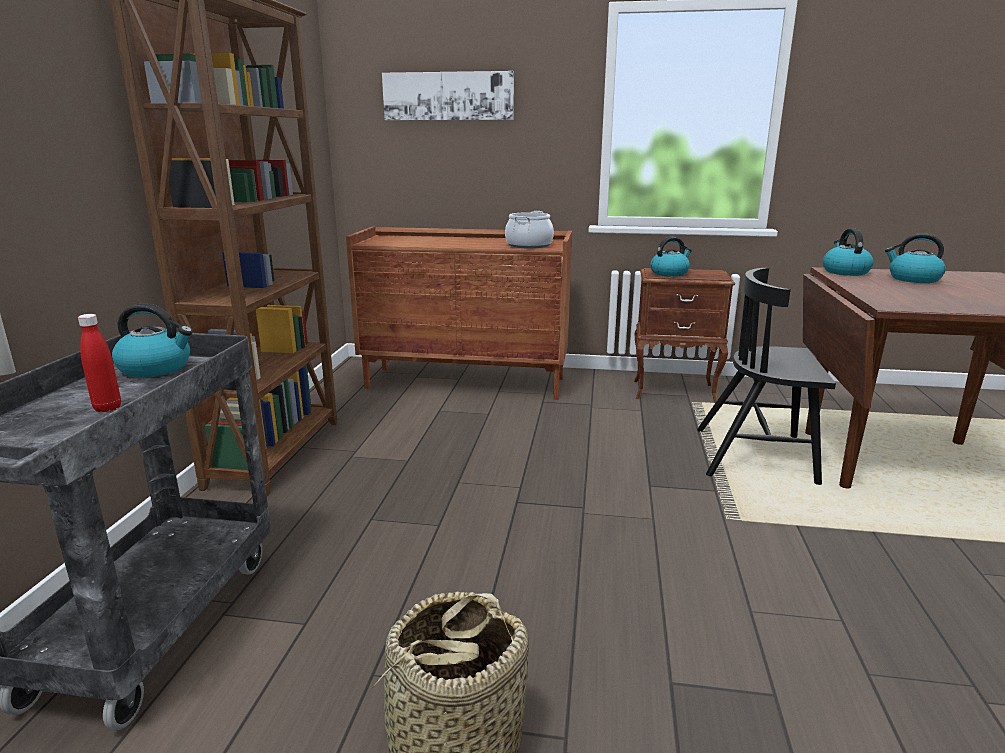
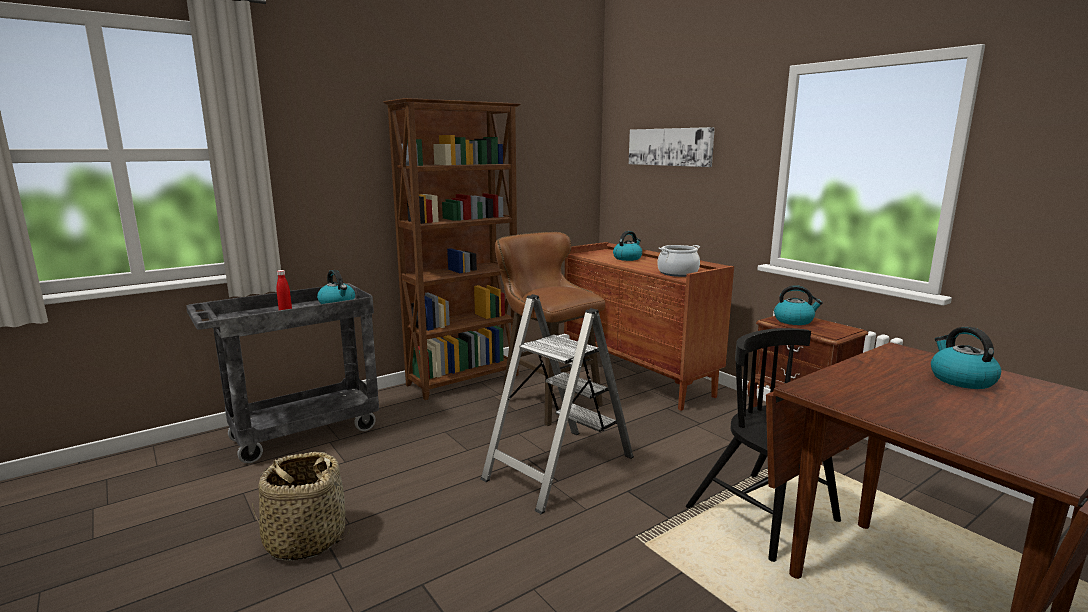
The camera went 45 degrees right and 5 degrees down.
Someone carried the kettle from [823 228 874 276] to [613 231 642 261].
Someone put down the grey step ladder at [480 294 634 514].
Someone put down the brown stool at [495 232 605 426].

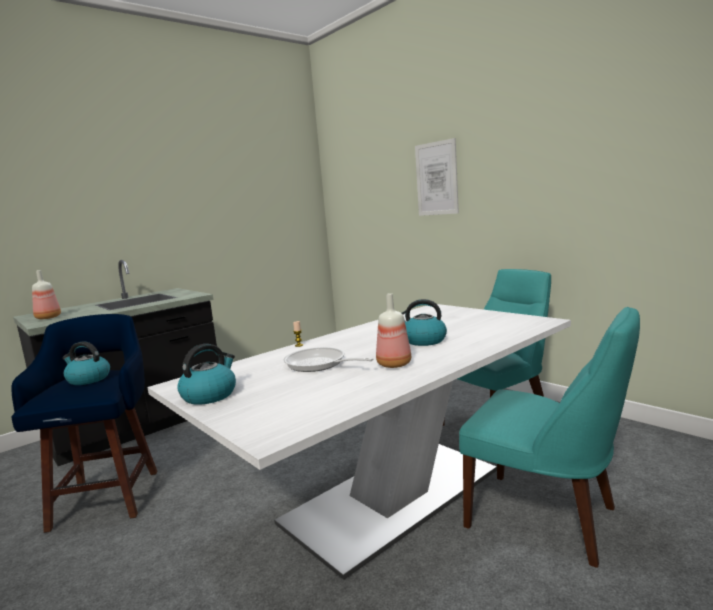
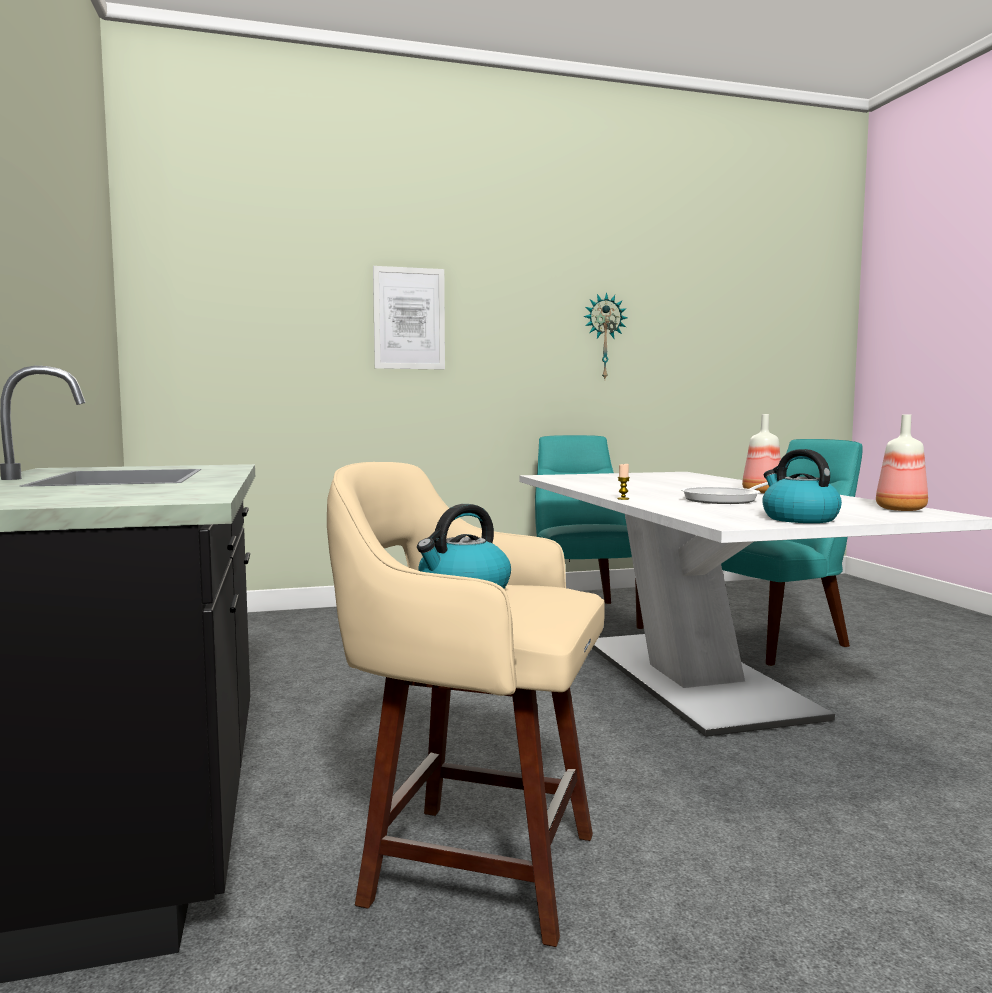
The camera went 65 degrees left and 5 degrees down.
Someone repainted the blue stool at [11 314 157 533], which became the beige stool at [327 462 605 947].
Someone carried the bottle from [32 270 61 319] to [876 415 928 511].
Someone took away the kettle at [402 299 447 346].
Someone put up the wall clock at [583 292 627 379].

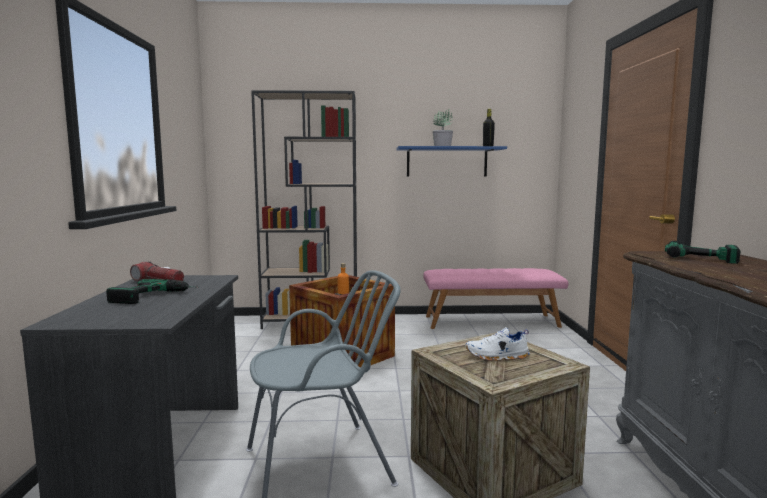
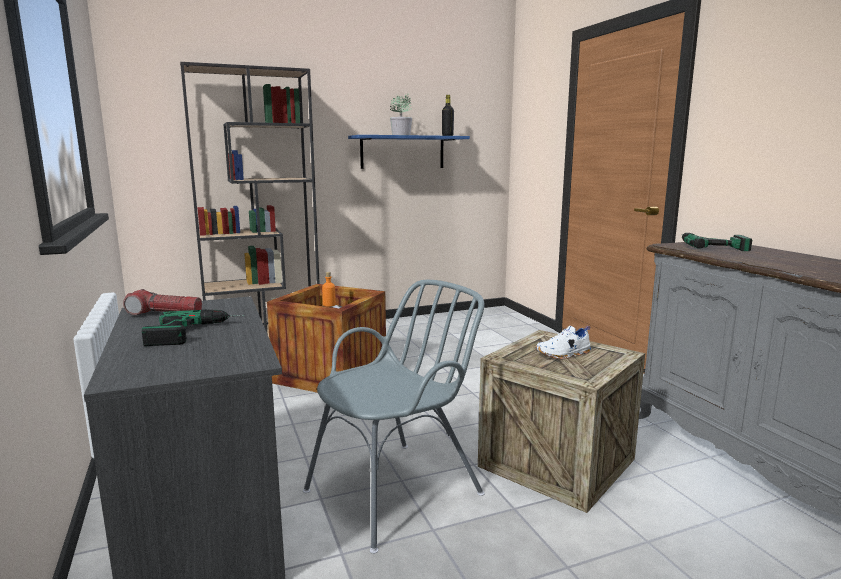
The camera went 20 degrees left and 5 degrees up.
Someone took away the pink bench at [423 268 568 329].

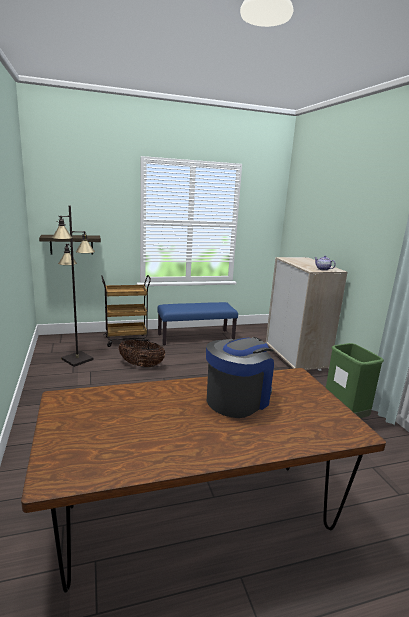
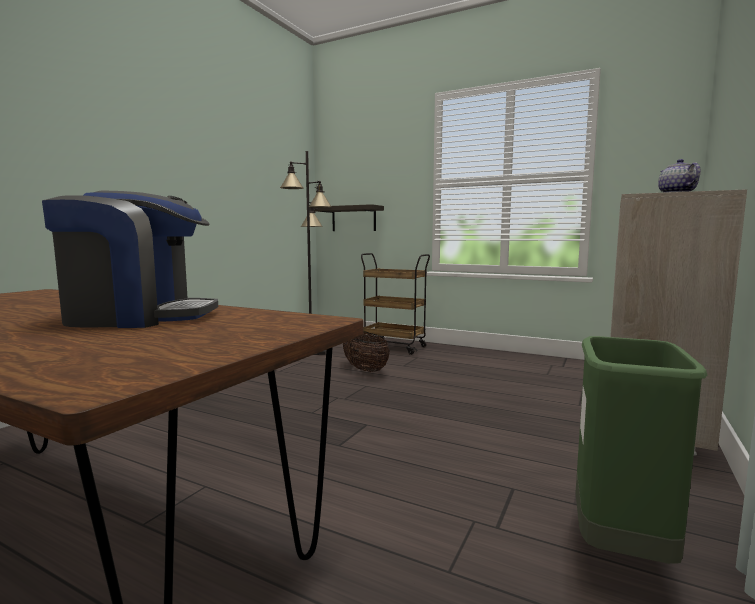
The camera went 45 degrees right and 10 degrees down.
Someone took away the blue bench at [157 302 238 345].

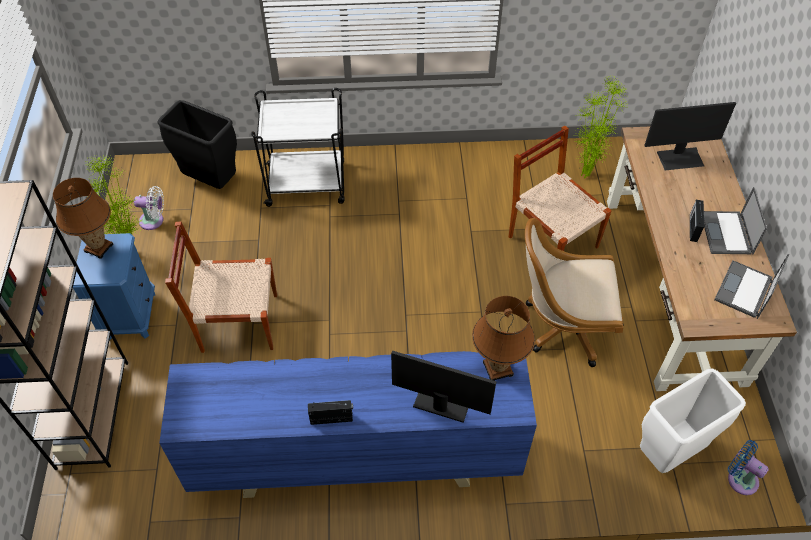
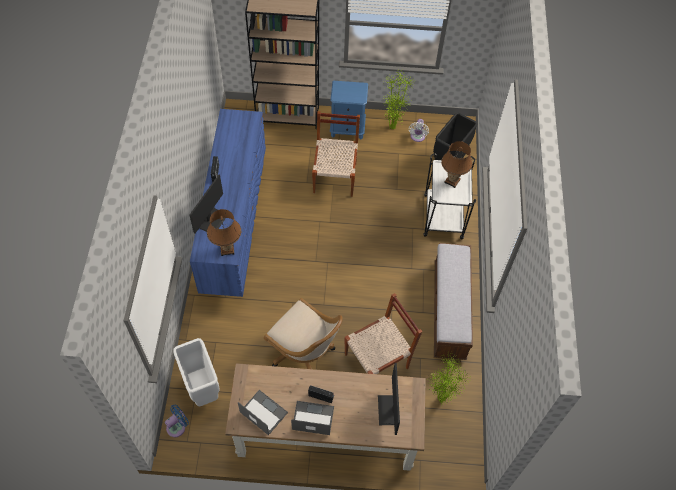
The camera went 95 degrees right and 5 degrees up.
Someone carried the brown table lamp from [53 178 114 259] to [441 141 472 188].
Someone rotated the office chair at [525 218 624 367] by 120 degrees clockwise.
Someone put down the bench at [434 243 473 360].

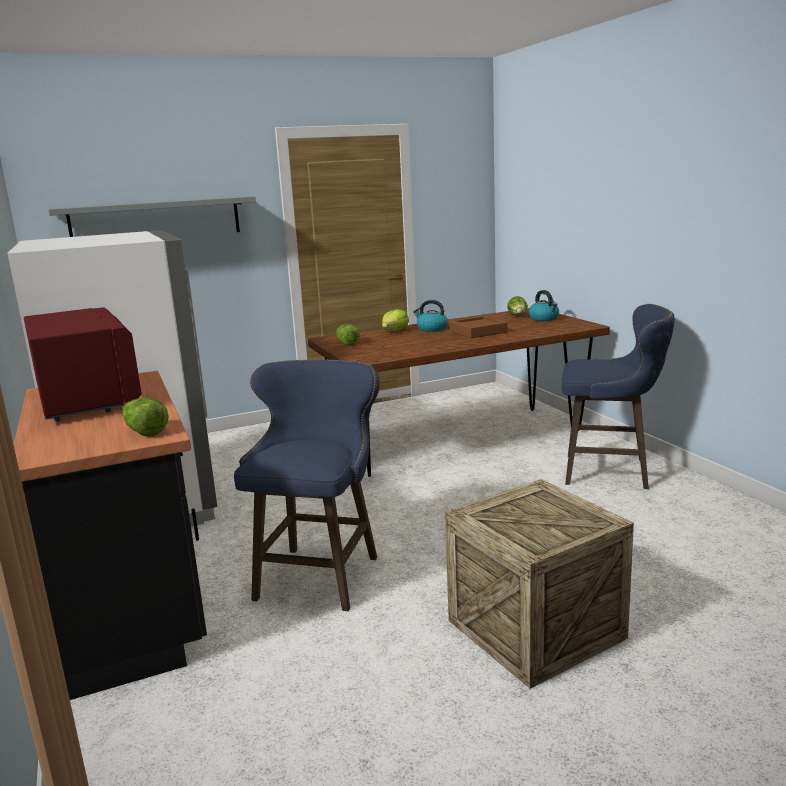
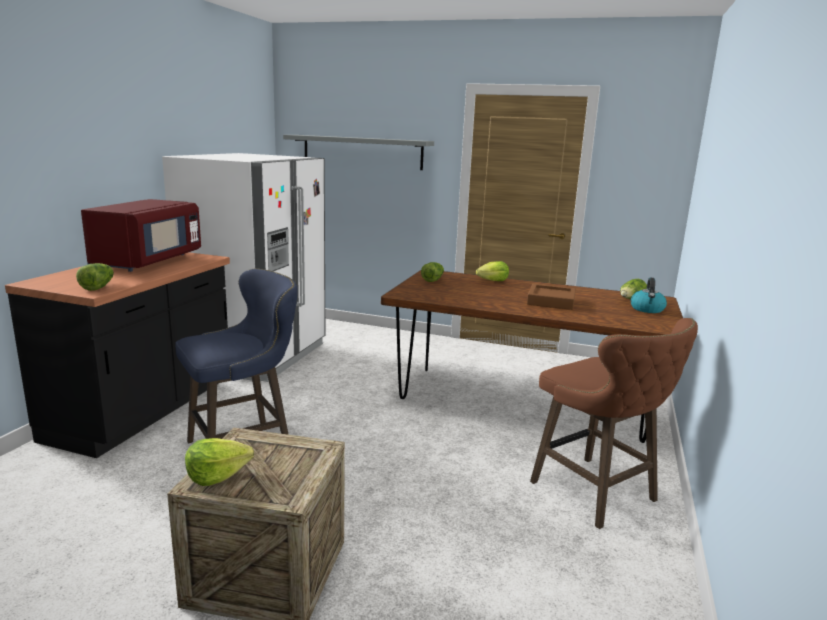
The camera went 40 degrees right and 0 degrees up.
Someone took away the kettle at [413 300 448 332].
Someone repainted the blue stool at [562 304 675 489], which became the brown stool at [530 318 698 529].
Someone put down the lettuce at [185 438 254 486].

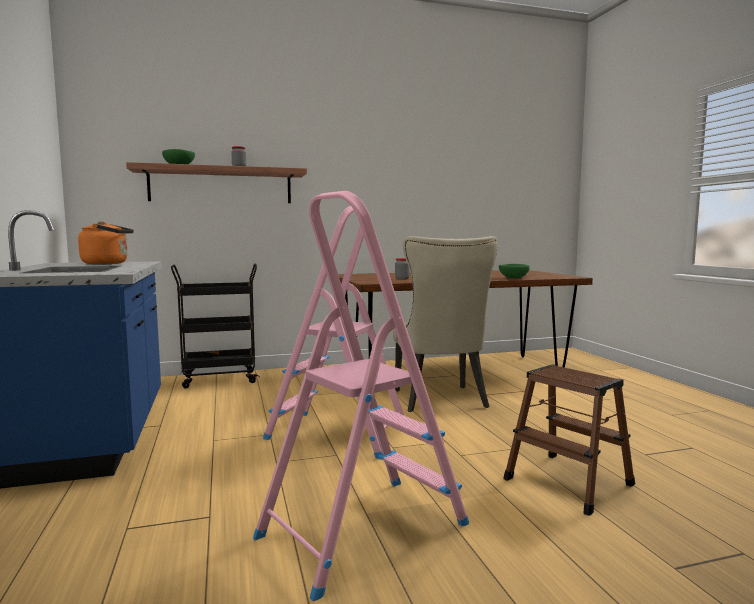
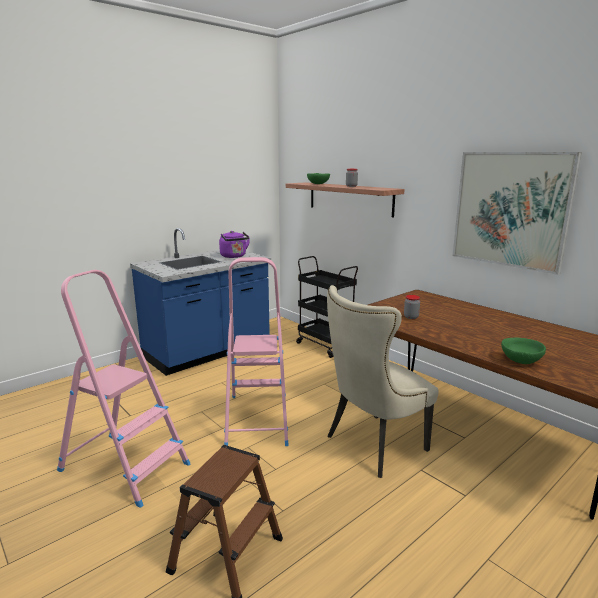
The camera went 65 degrees right and 10 degrees up.
Someone repainted the orange kettle at [78 221 134 264], which became the purple kettle at [219 231 250 258].
Someone put up the picture at [453 152 582 275].

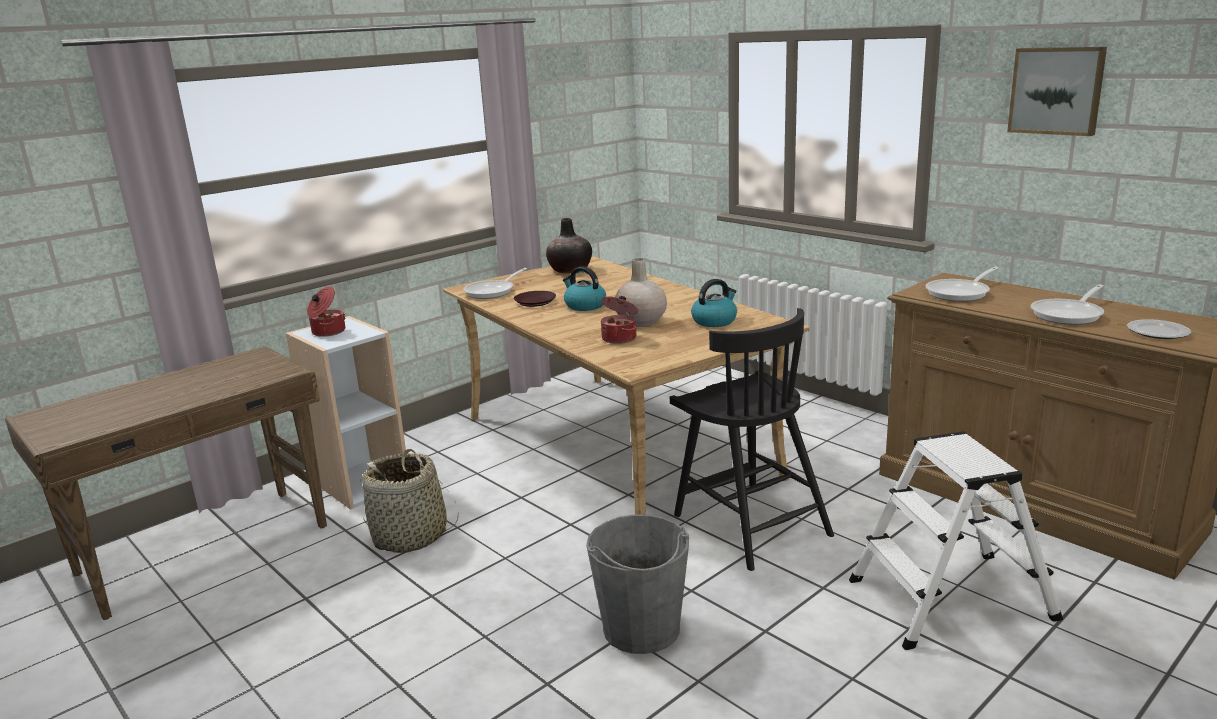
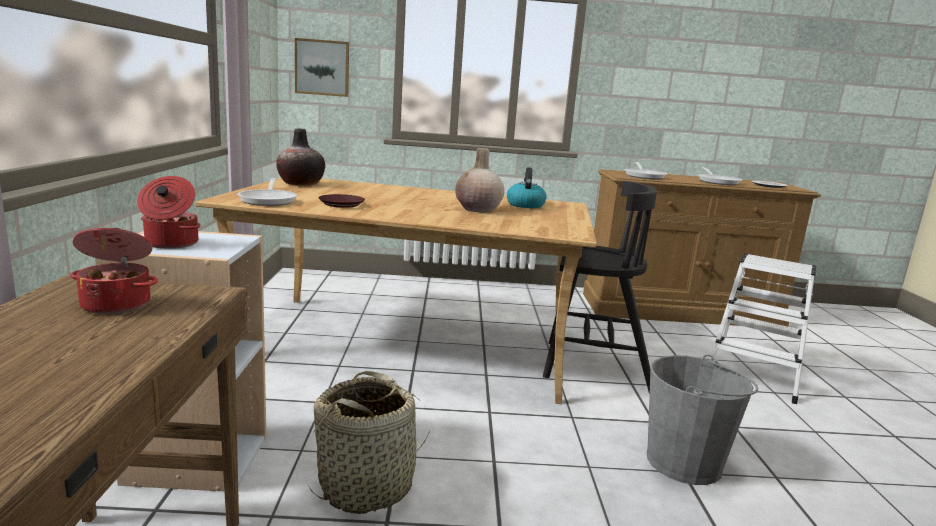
The camera went 50 degrees left and 5 degrees down.
Someone took away the kettle at [563 266 606 311].
Someone carried the cooking pot from [601 296 638 344] to [70 228 158 314].
Someone carried the picture from [1007 47 1107 136] to [295 38 349 97].

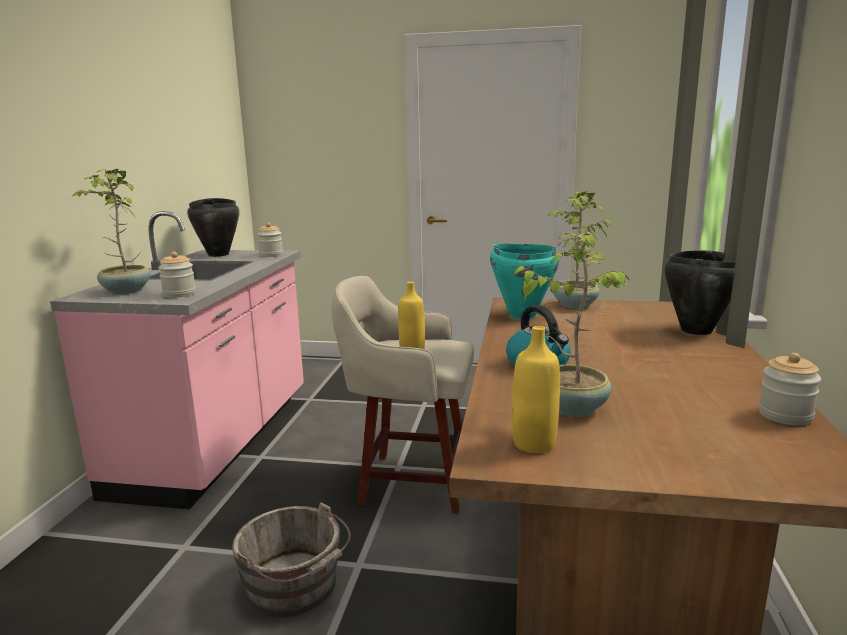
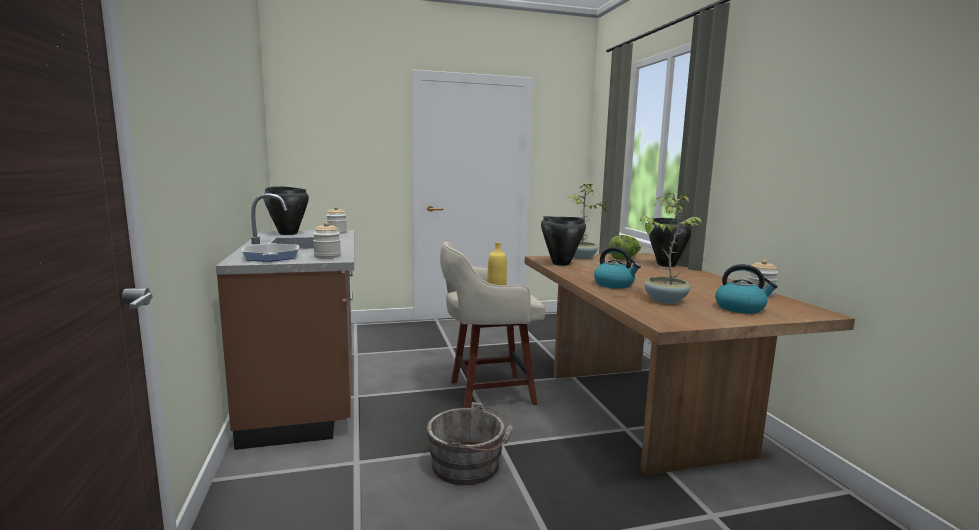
The camera went 25 degrees left and 5 degrees down.
Someone repainted the pink counter at [50 211 304 509], which became the brown counter at [216 193 354 450].
Someone swapped the potted plant at [73 169 150 294] for the frying pan at [241 243 299 262].
Someone repainted the turquoise cooking pot at [490 244 559 319], which became the black cooking pot at [541 216 586 266].
Someone took away the yellow bottle at [512 326 560 453].
Someone put down the lettuce at [609 235 641 260].
Someone put down the kettle at [715 264 778 314].

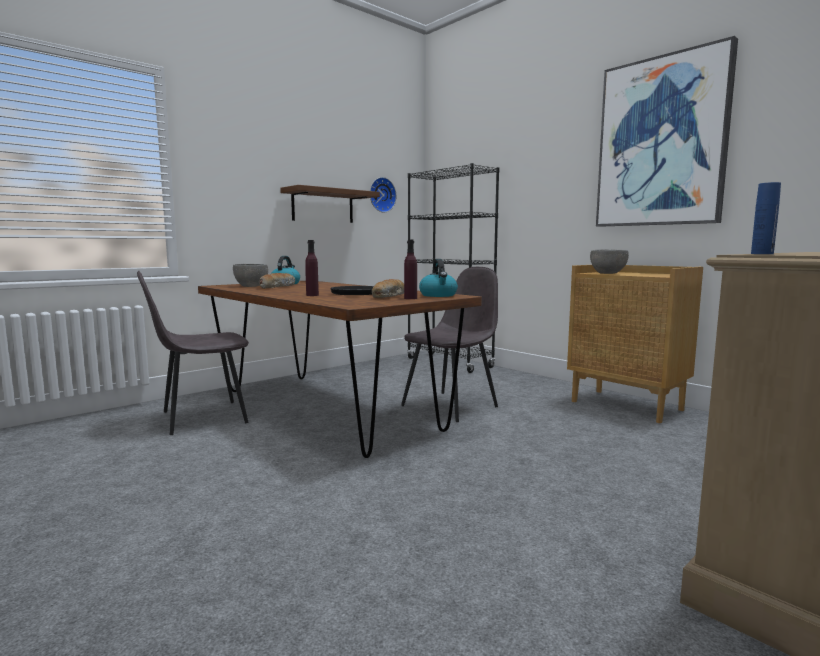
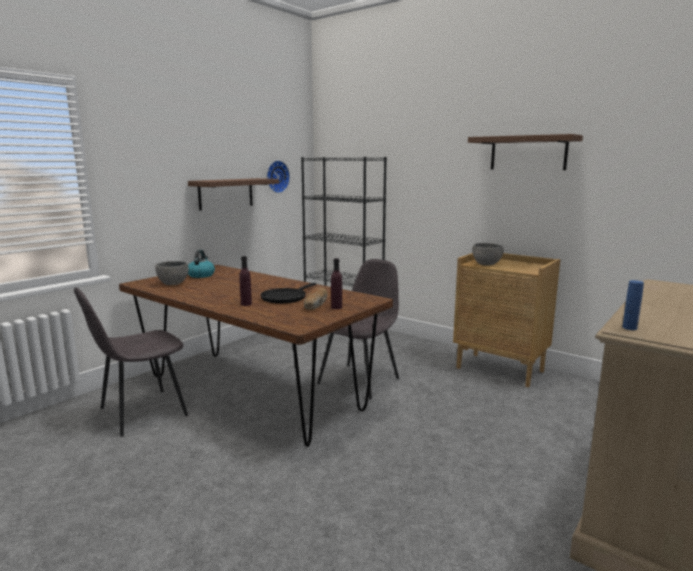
The camera went 10 degrees left and 5 degrees up.
Someone took away the bread at [259 273 295 289].
Someone took away the kettle at [419 259 458 297].
Someone swapped the picture at [596 36 738 227] for the brown shelf at [468 134 583 170].

